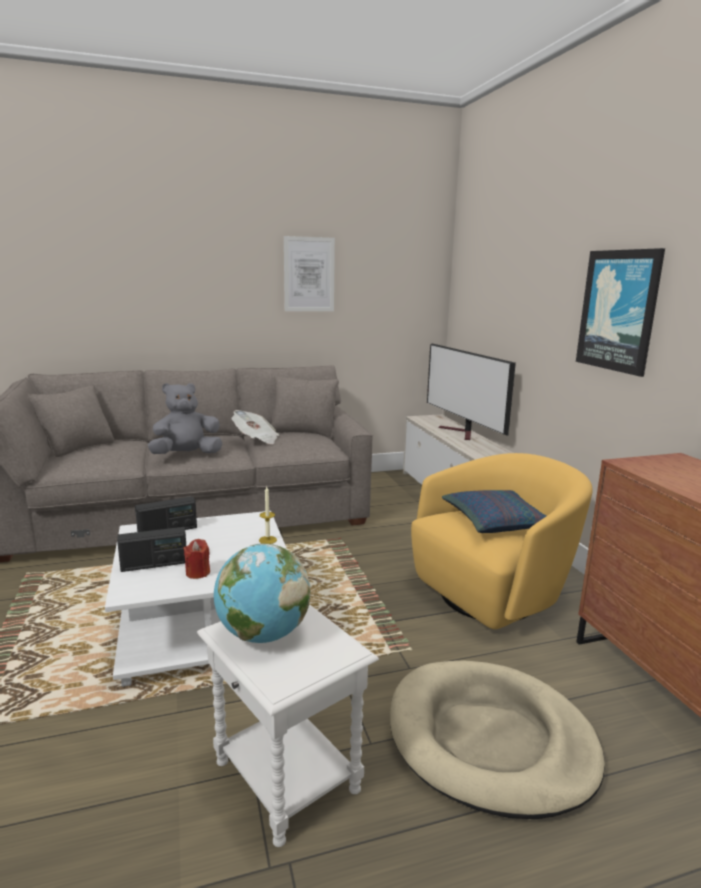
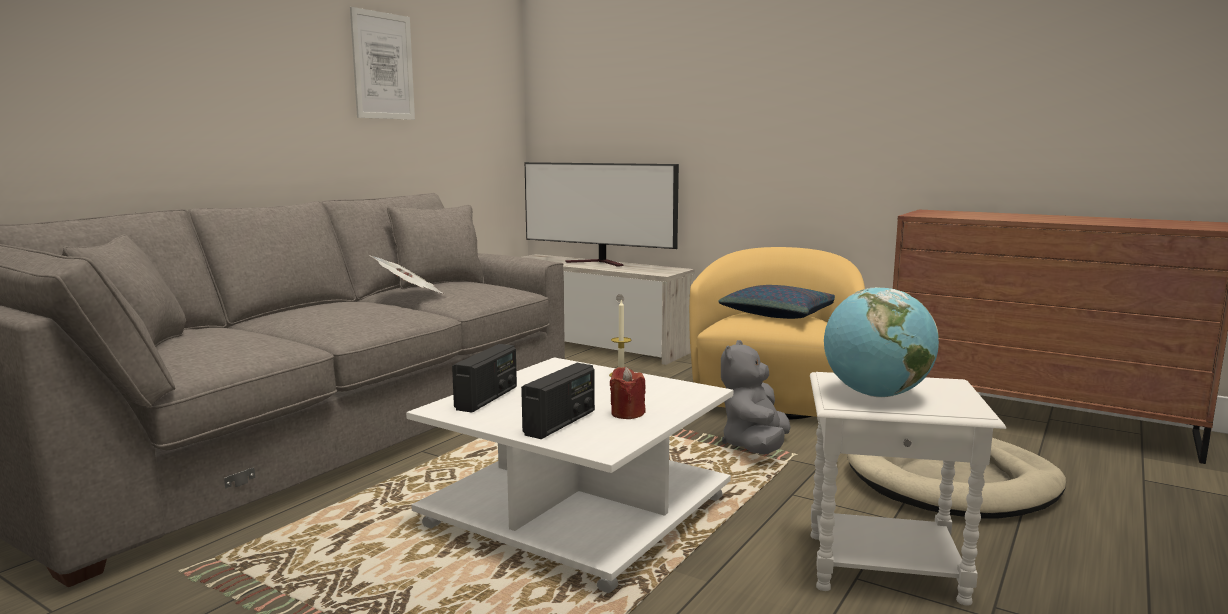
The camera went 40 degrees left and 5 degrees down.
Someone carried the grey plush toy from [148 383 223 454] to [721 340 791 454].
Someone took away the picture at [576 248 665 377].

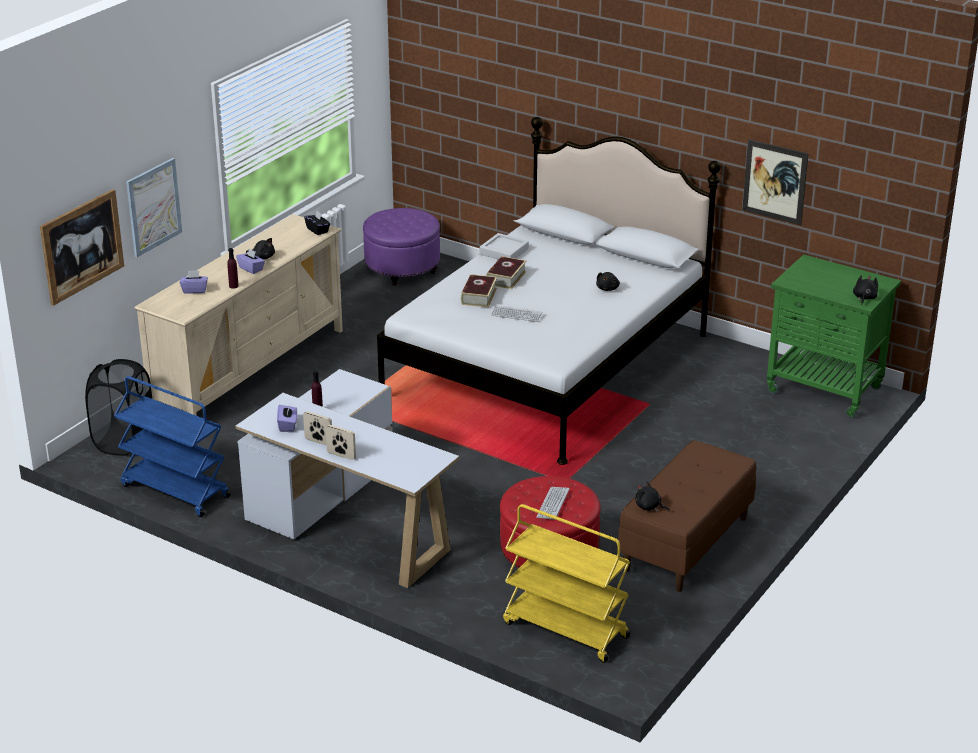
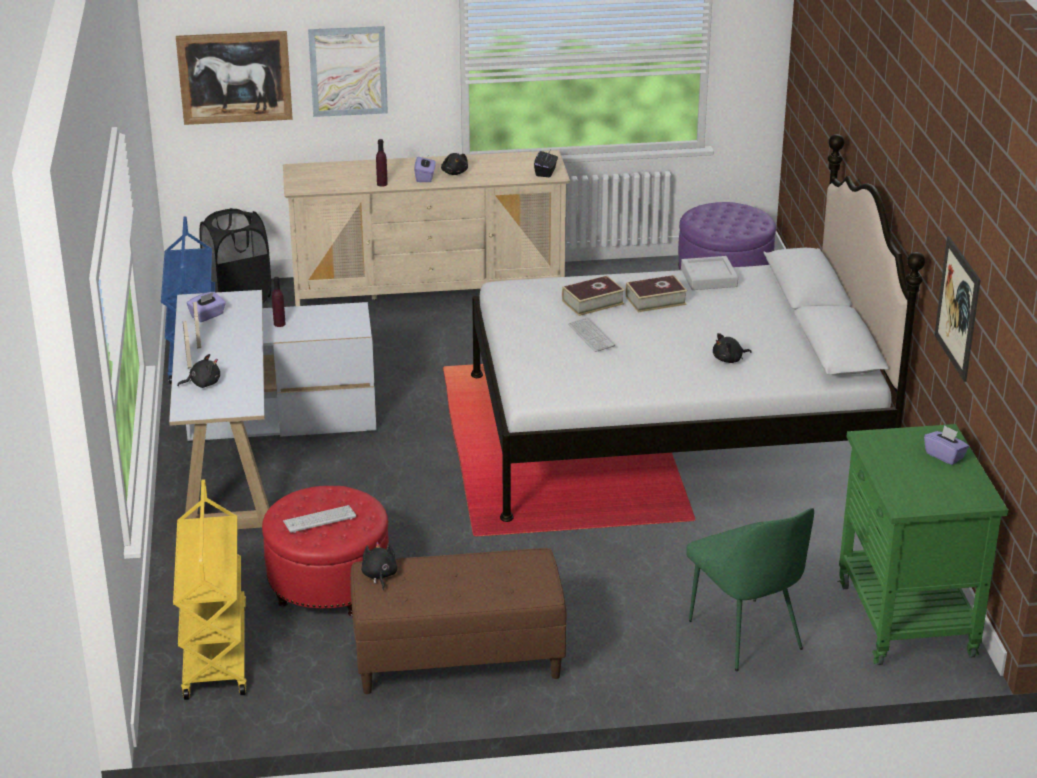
The camera went 50 degrees right and 0 degrees up.
Someone carried the purple tissue box from [180 271 208 294] to [924 425 969 465].
Someone carried the black plush toy from [853 275 878 305] to [177 354 220 388].
Someone put down the green chair at [686 508 814 671].

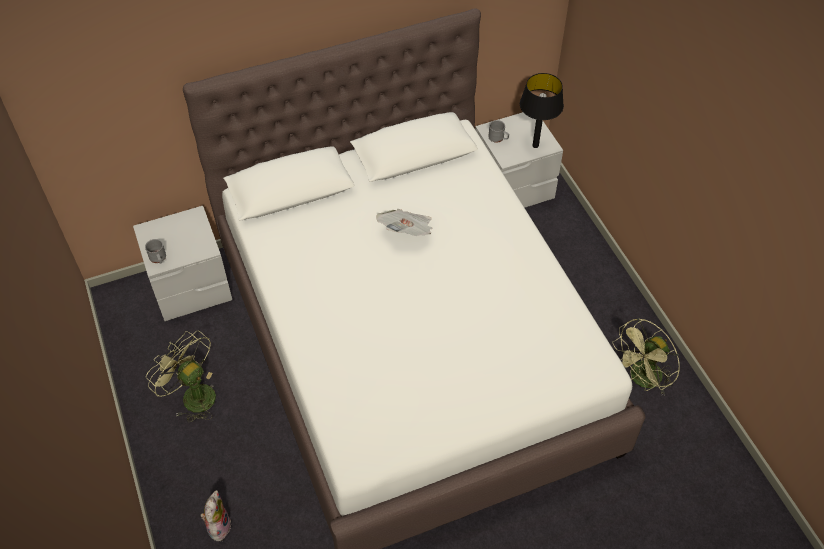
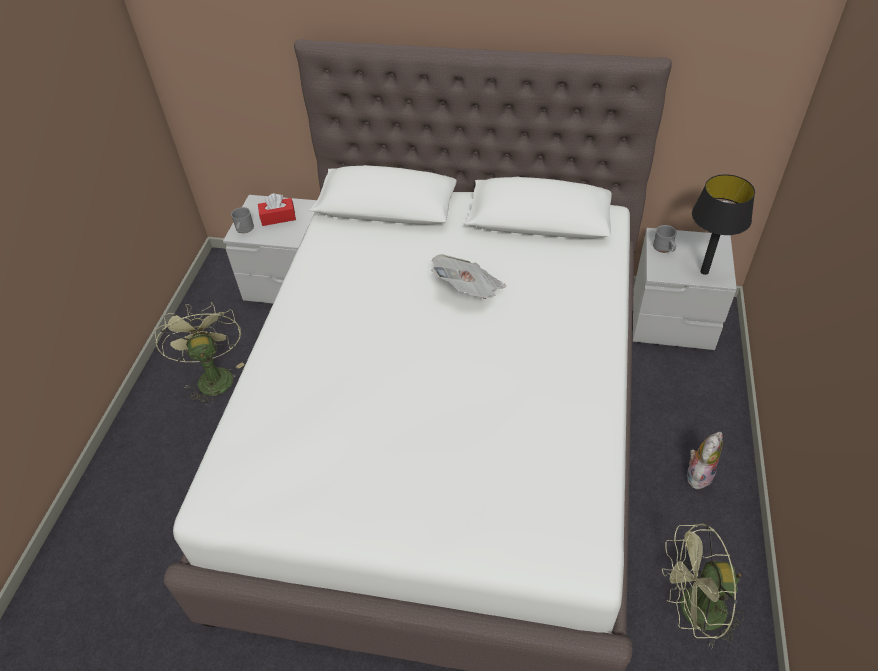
The camera went 35 degrees right and 5 degrees down.
Someone carried the plush toy from [201 490 231 541] to [687 432 723 489].
Someone put down the red tissue box at [258 193 296 226].

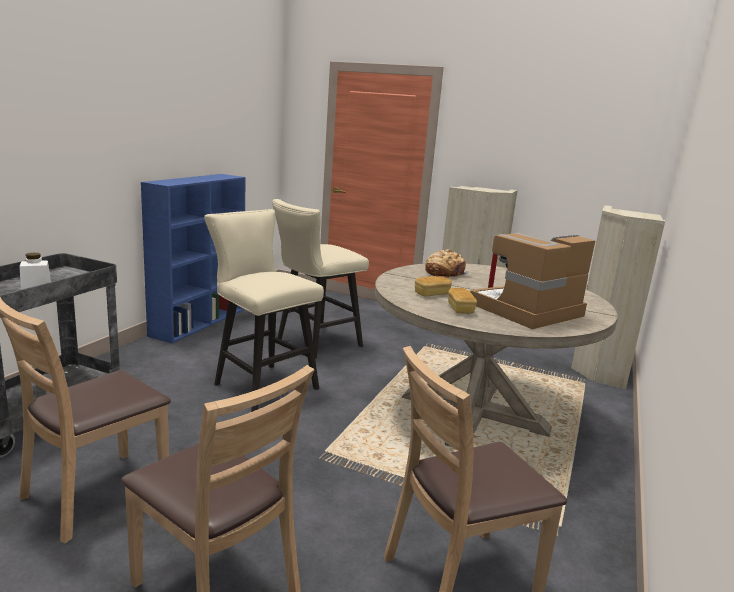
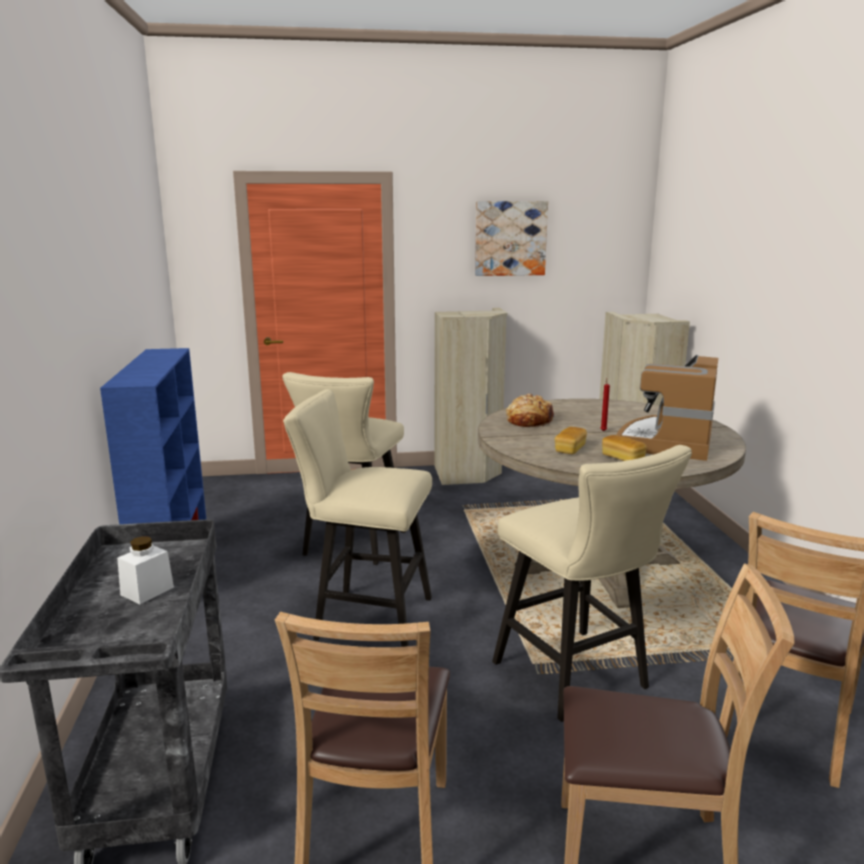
The camera went 30 degrees left and 0 degrees up.
Someone put up the picture at [475 201 548 276].
Someone put down the beige stool at [492 445 692 722].

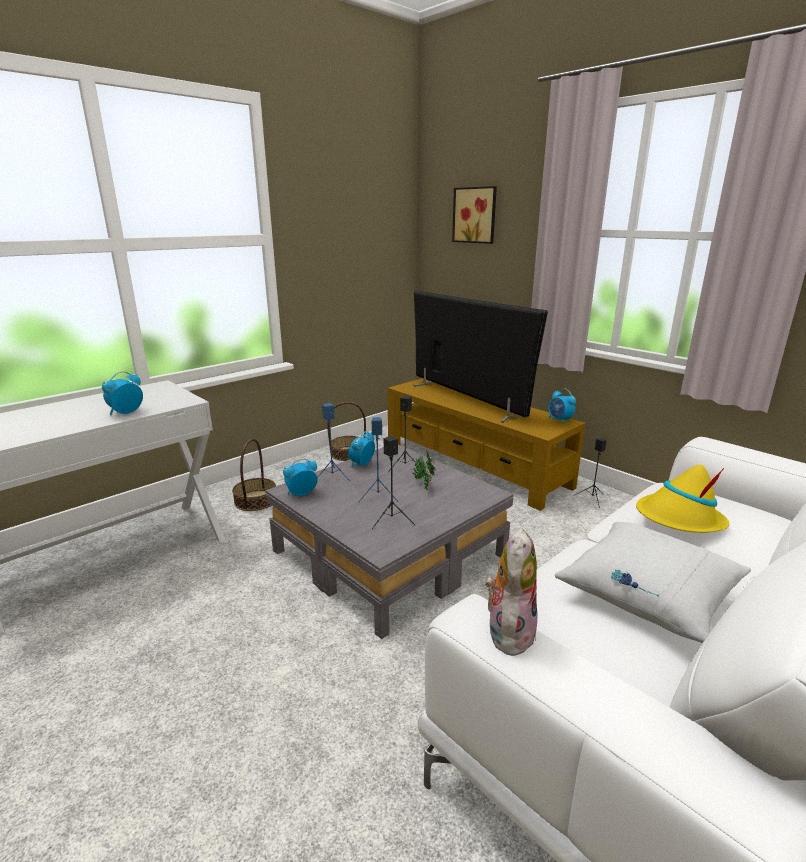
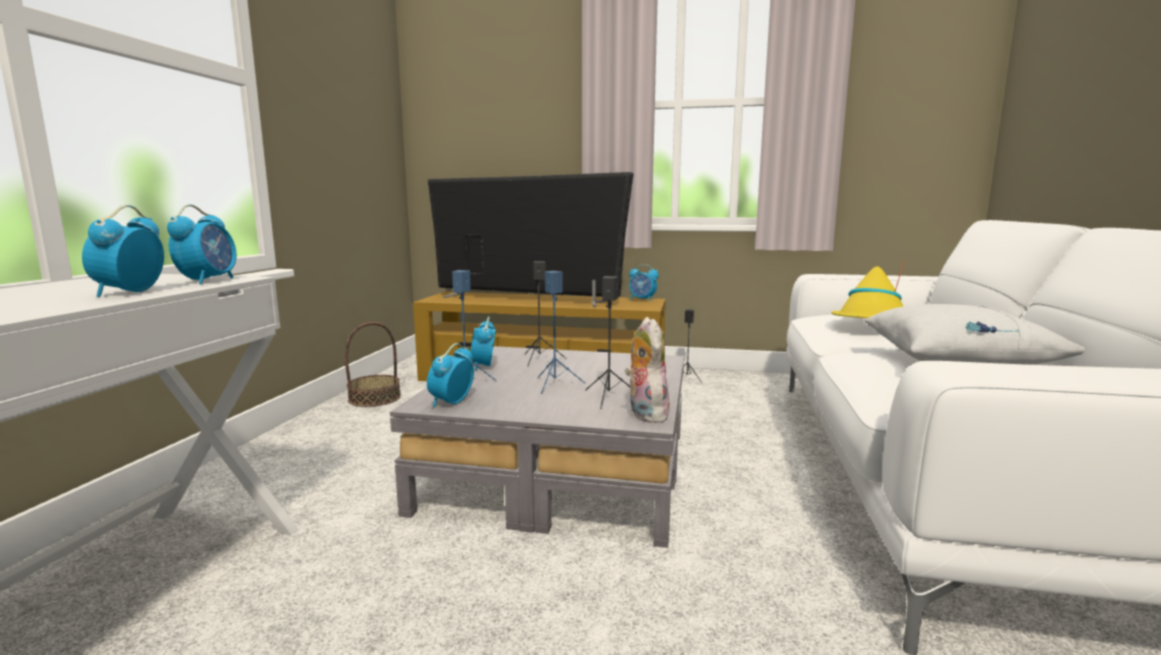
The camera went 35 degrees left and 10 degrees down.
Someone took away the basket at [232 439 276 511].
Someone took away the potted plant at [412 452 436 490].
Someone took away the picture at [452 186 497 244].
Someone carried the plush toy from [485 528 538 656] to [625 317 670 423].
Someone put down the alarm clock at [167 204 237 284].

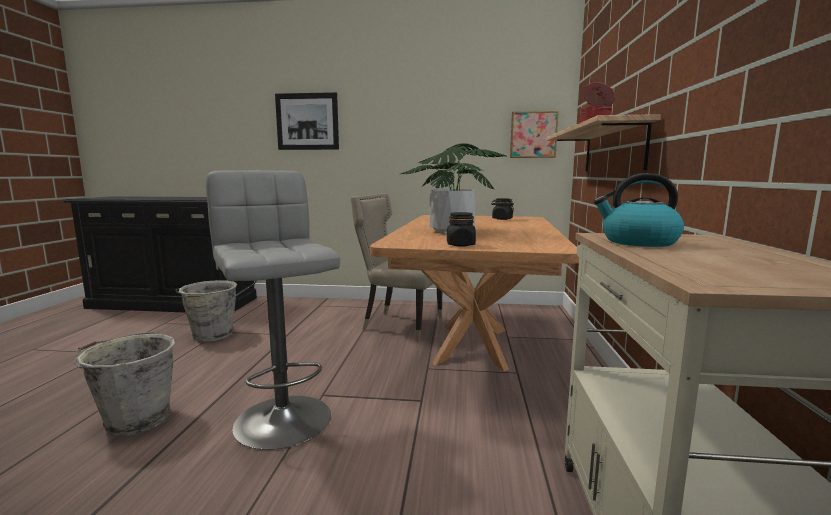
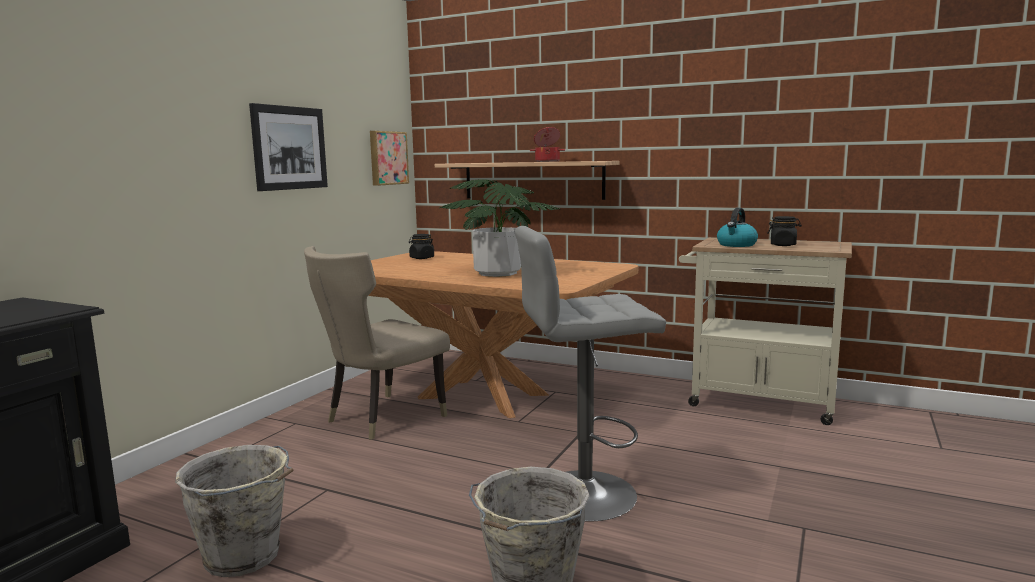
The camera went 70 degrees left and 0 degrees up.
Someone carried the picture from [275 92 339 150] to [249 103 328 191].
Someone carried the black jar from [447 212 476 247] to [767 216 802 246].

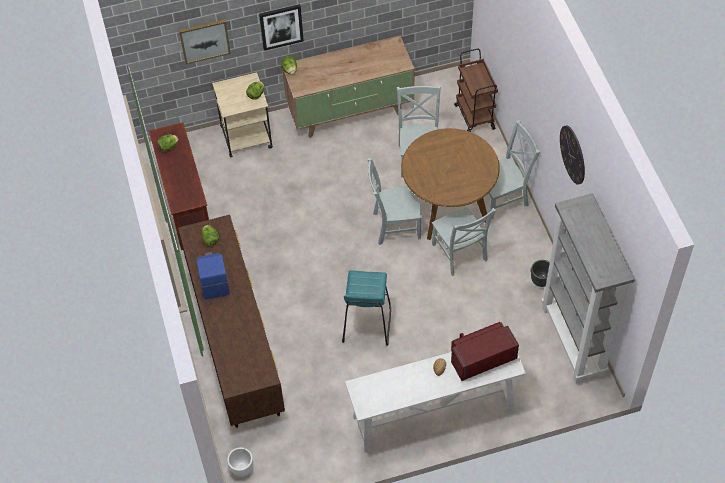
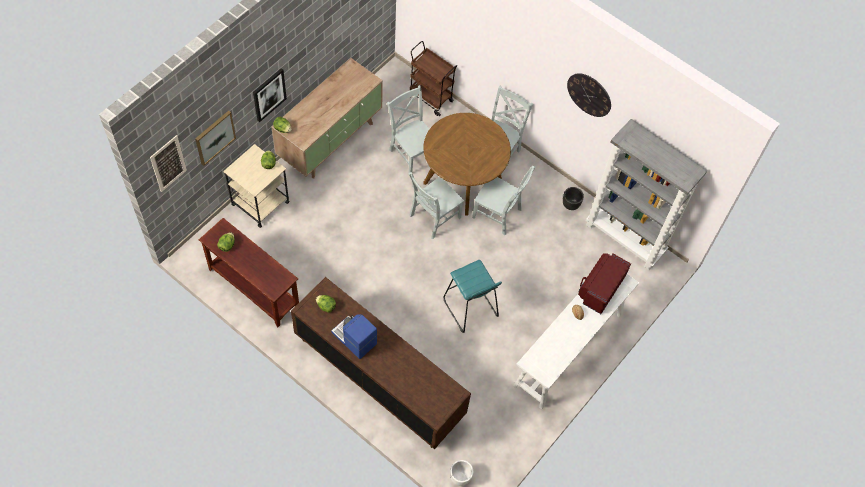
The camera went 40 degrees left and 5 degrees up.
Someone put up the picture at [150 135 187 192].

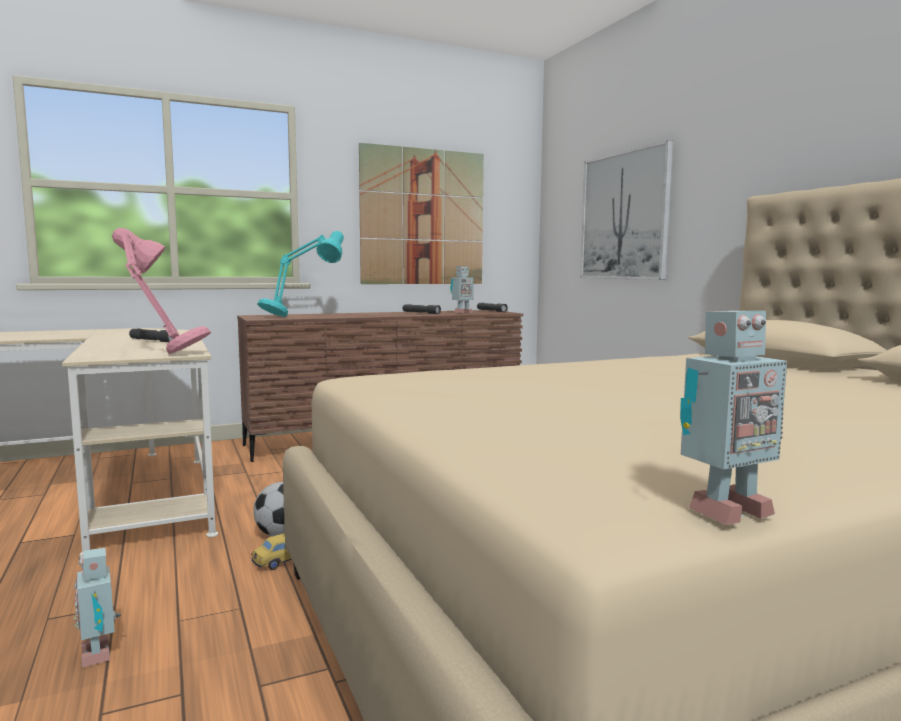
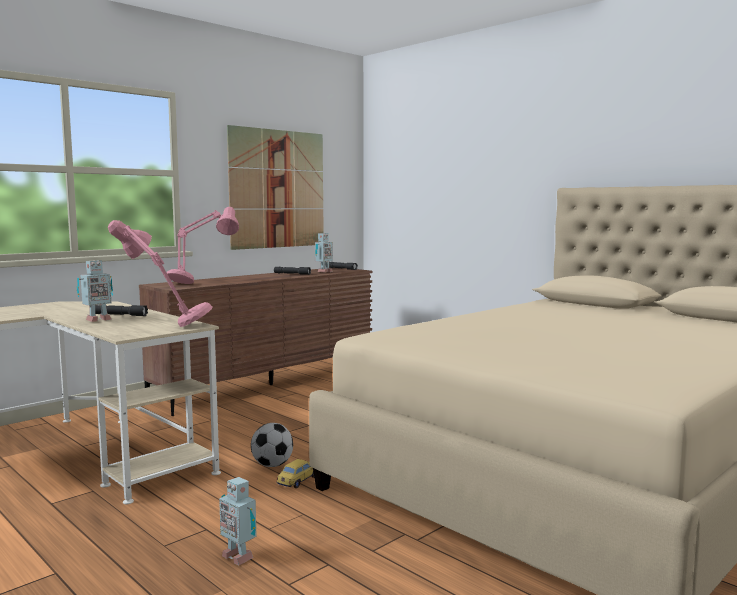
The camera went 20 degrees left and 0 degrees up.
Someone repainted the turquoise table lamp at [257 231 344 317], which became the pink table lamp at [167 207 239 284].
Someone took away the picture at [580 140 673 280].
Someone carried the toy robot from [680 311 787 525] to [76 260 113 322].

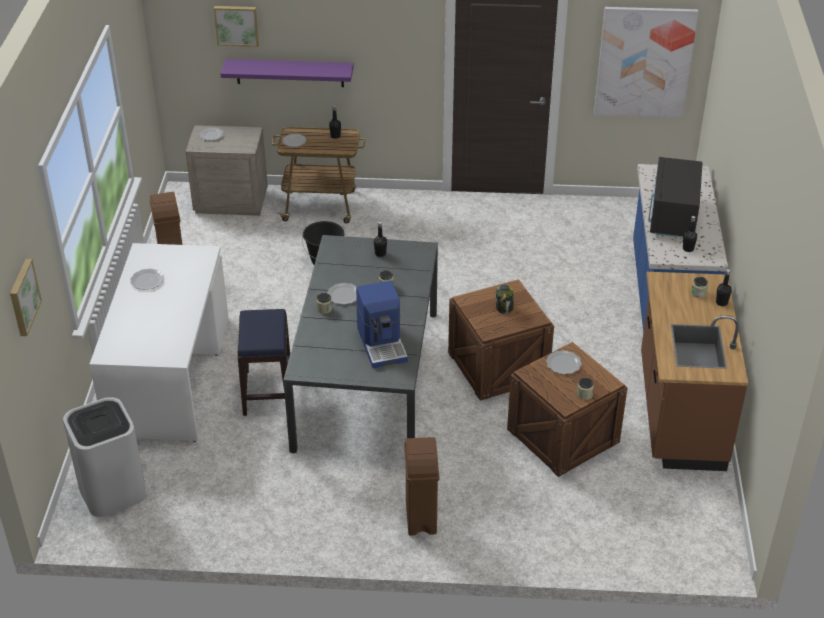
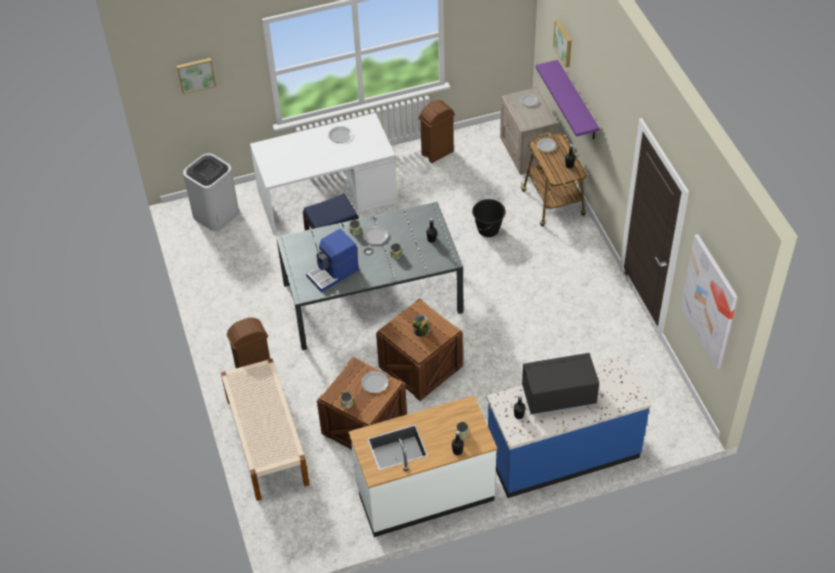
The camera went 70 degrees right and 10 degrees up.
Someone repainted the brown counter at [641 272 748 471], which became the white counter at [348 395 498 537].
Someone put down the beige bench at [221 358 310 501].

